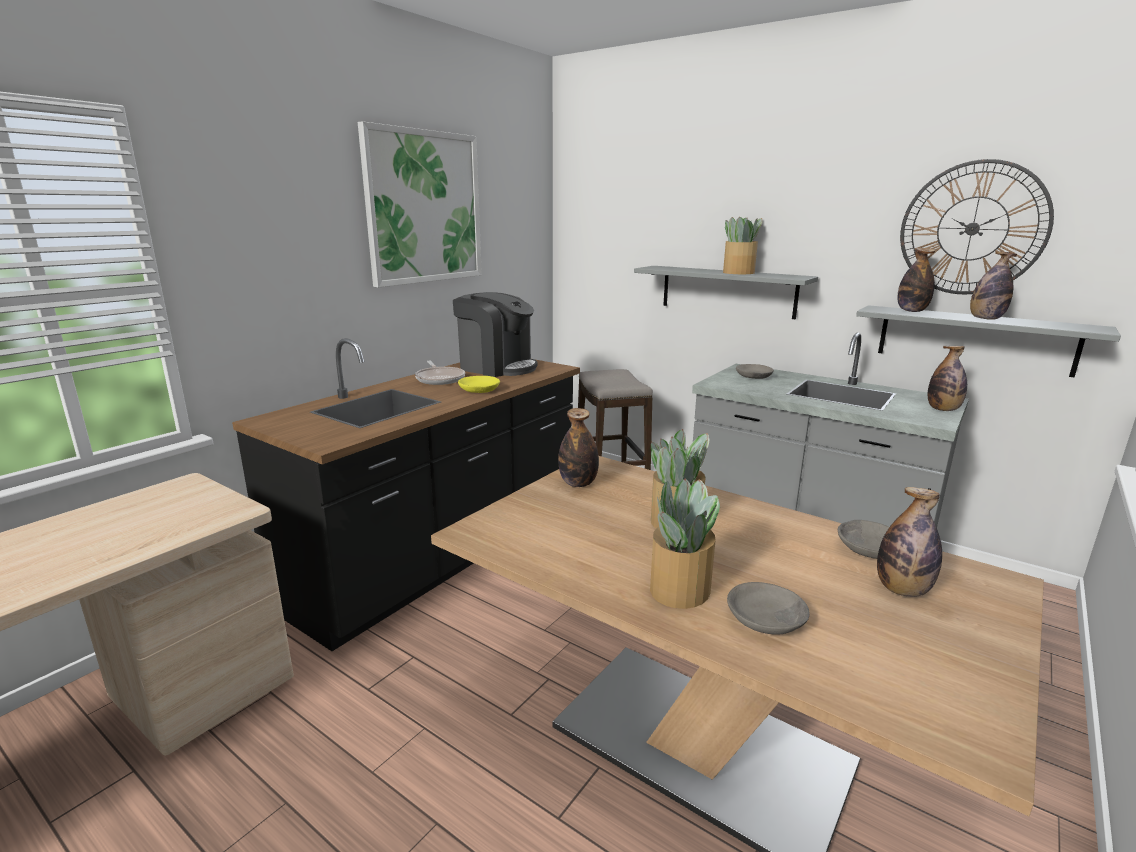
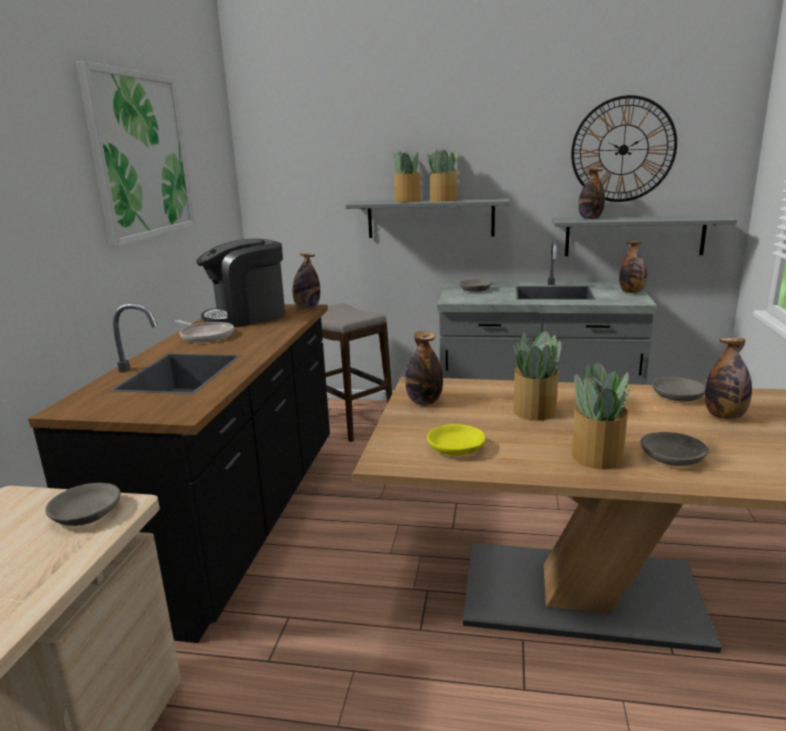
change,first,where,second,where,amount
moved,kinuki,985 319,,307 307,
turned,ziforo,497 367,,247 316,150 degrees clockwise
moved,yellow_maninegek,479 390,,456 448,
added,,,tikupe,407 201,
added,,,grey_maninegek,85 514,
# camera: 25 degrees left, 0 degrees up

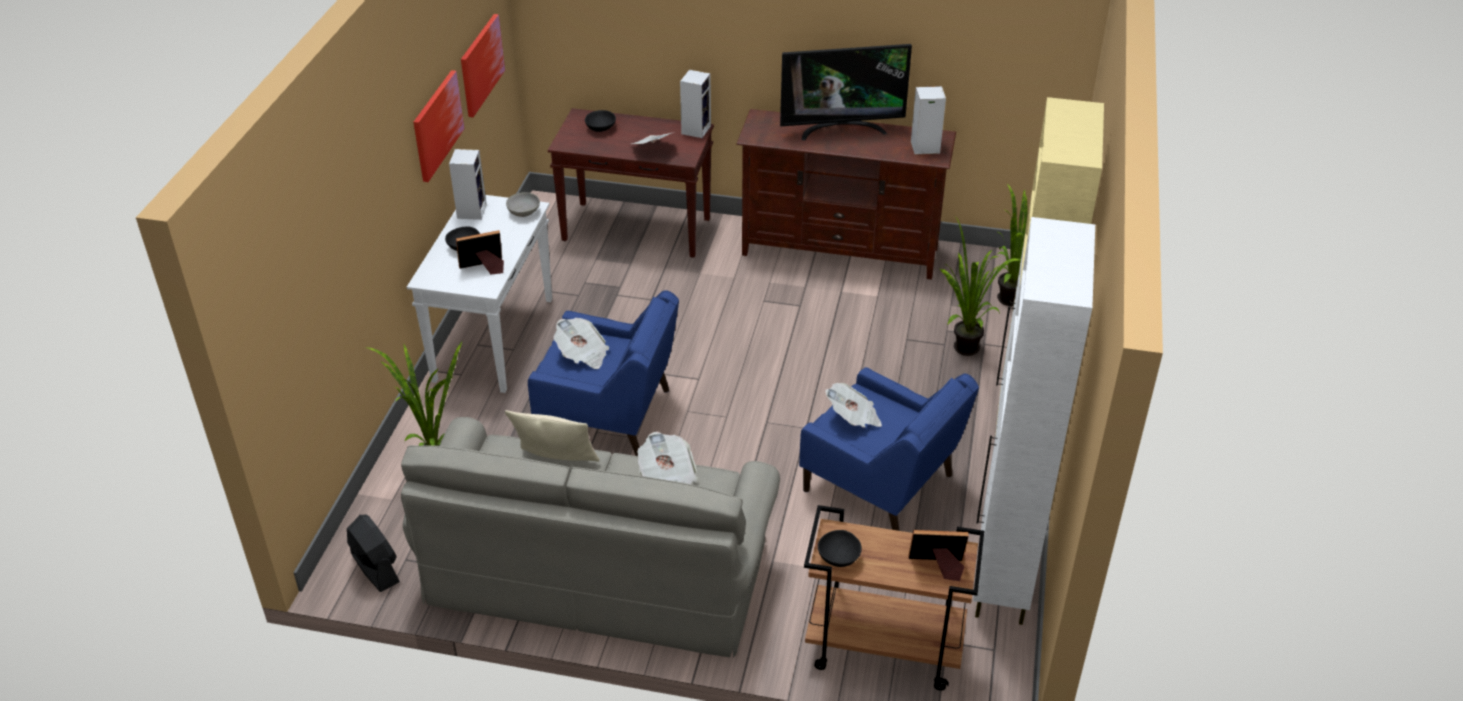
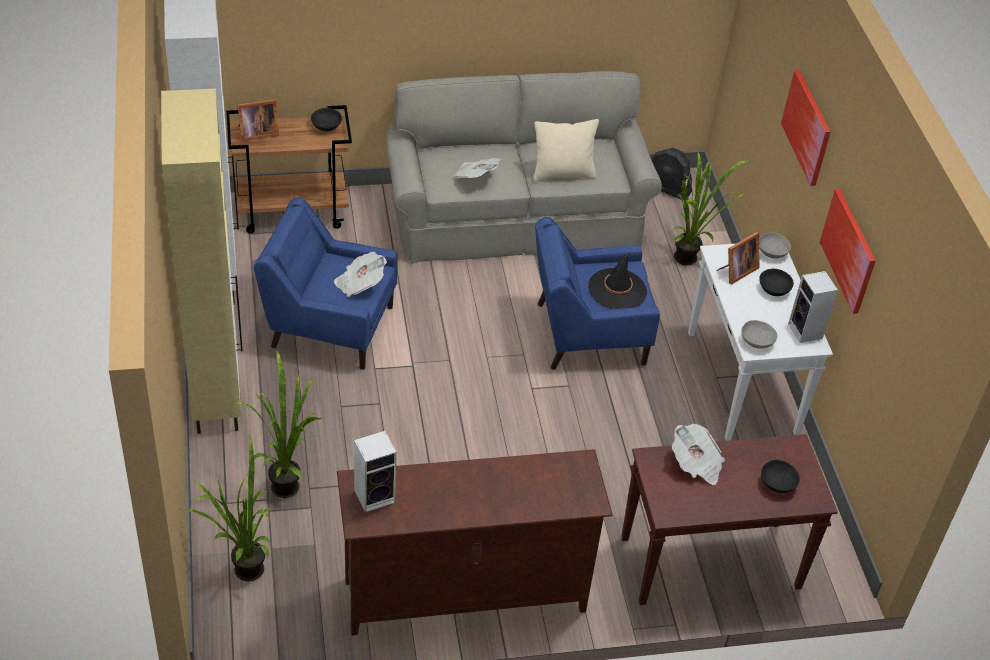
change,first,where,second,where,amount
moved,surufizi,481 64,,807 127,
removed,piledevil,841 129,,,
removed,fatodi,696 129,,,
replaced,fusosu,582 354,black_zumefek,617 289,
added,,,grey_maninegek,771 252,
# camera: 155 degrees right, 5 degrees up

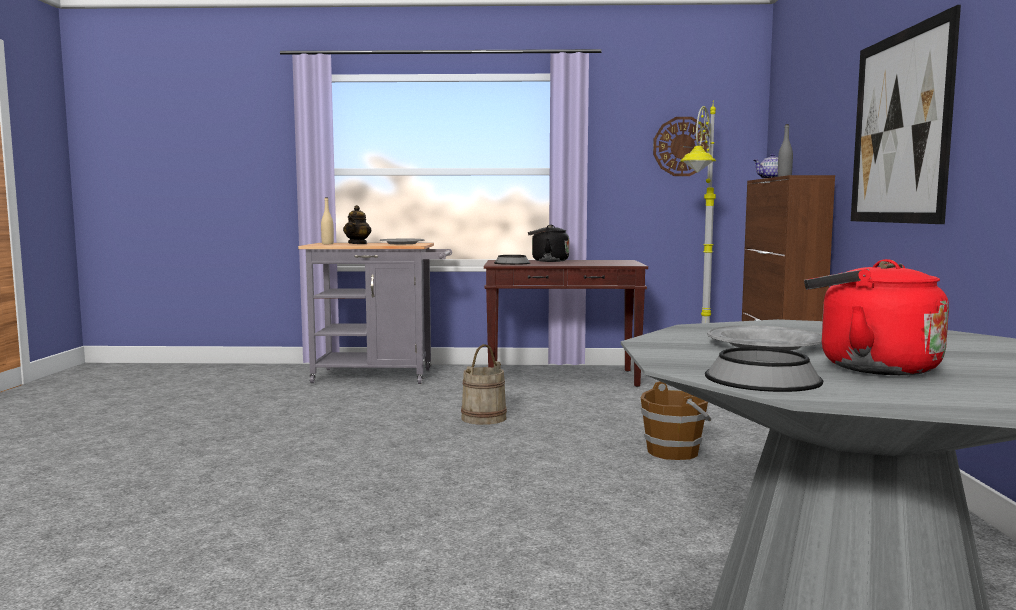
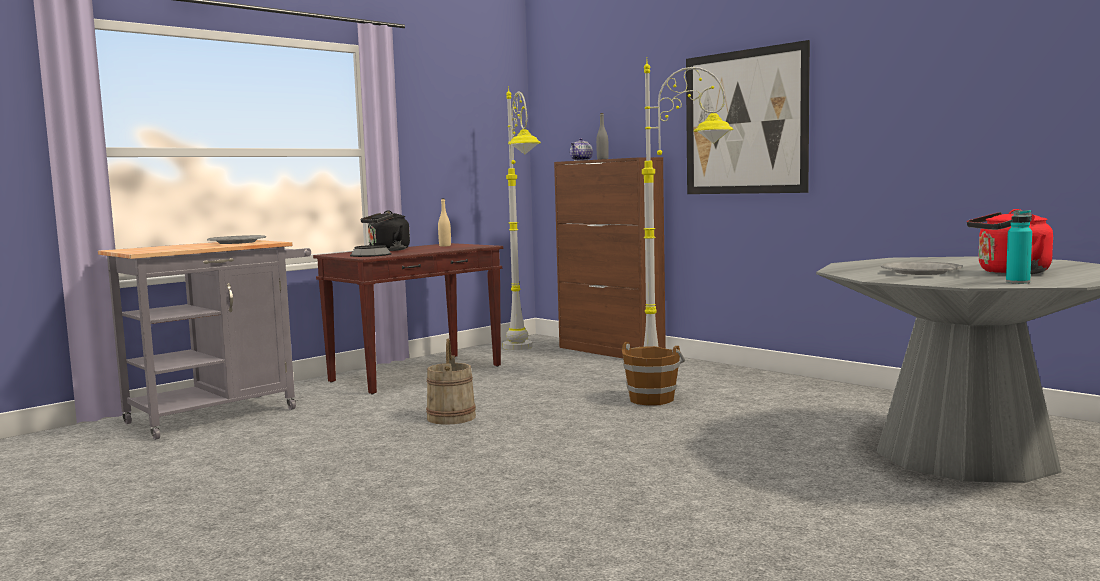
change,first,where,second,where,amount
removed,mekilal,682 146,,,
moved,beige_kinuki,327 244,,445 246,
removed,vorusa,358 244,,,
replaced,maninegek,762 378,turquoise_kinuki,1017 282,
added,,,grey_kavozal,684 383,
# camera: 45 degrees left, 0 degrees up

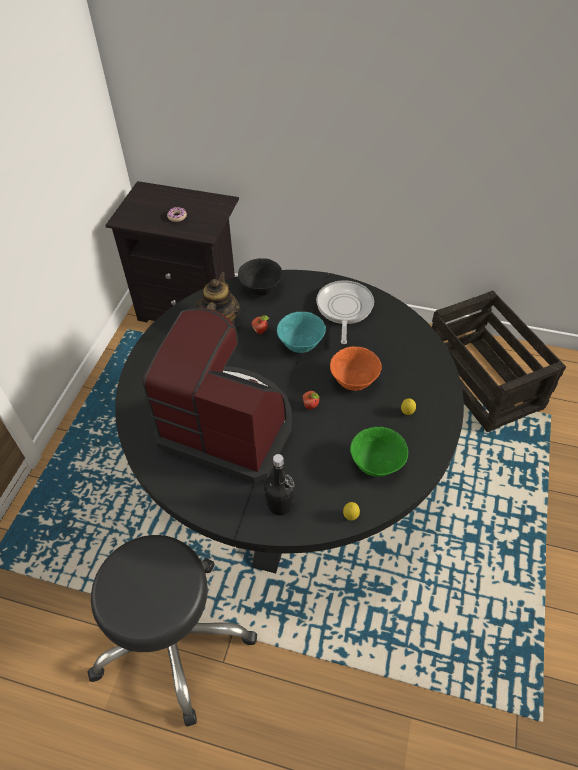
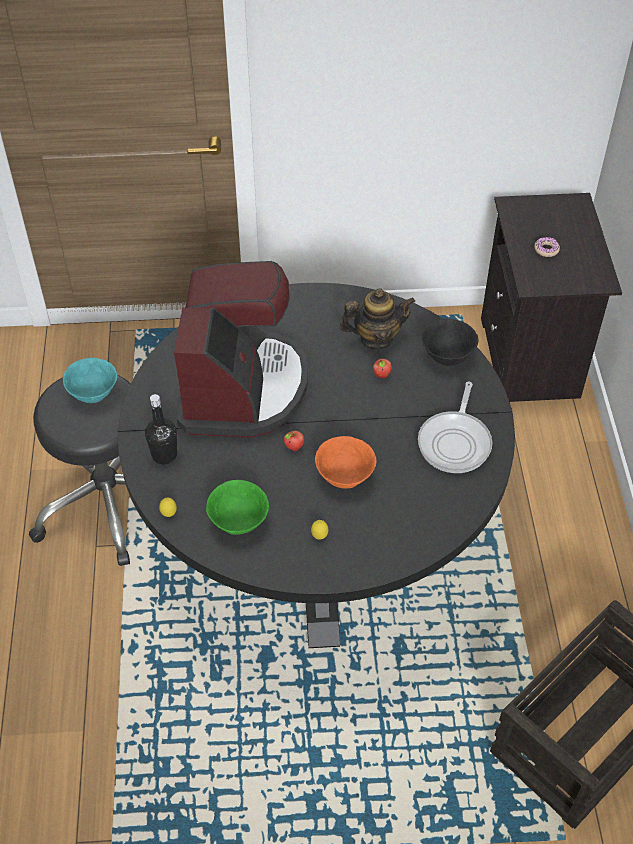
change,first,where,second,where,amount
turned,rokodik,344 309,,455 442,120 degrees clockwise
moved,turquoise_maninegek,301 345,,94 394,
# camera: 70 degrees right, 0 degrees up

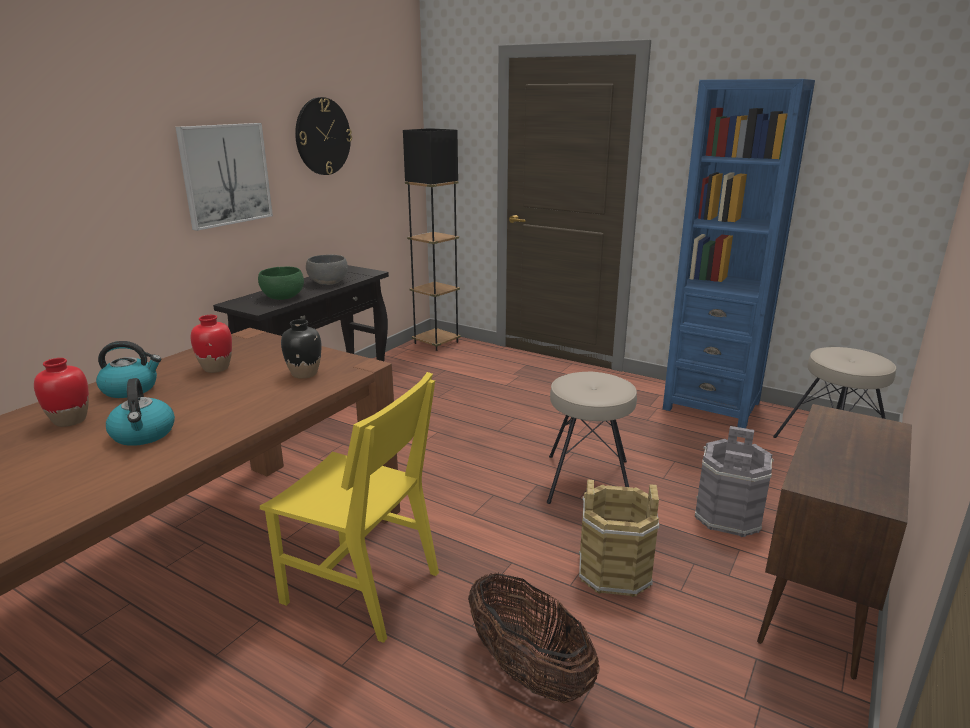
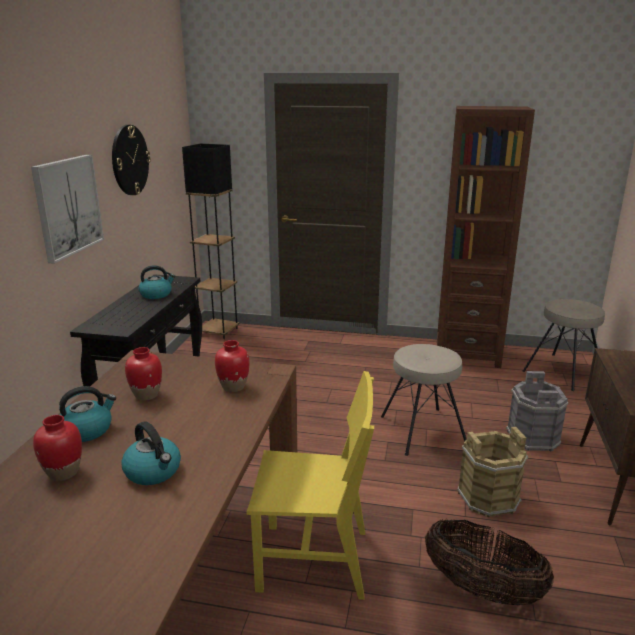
change,first,where,second,where,amount
recoloured,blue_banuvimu,711 405,brown_banuvimu,467 353,
replaced,grey_maninegek,328 282,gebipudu,156 294,
removed,green_maninegek,283 296,,,
recoloured,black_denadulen,304 374,red_denadulen,233 387,
# camera: 20 degrees left, 0 degrees up

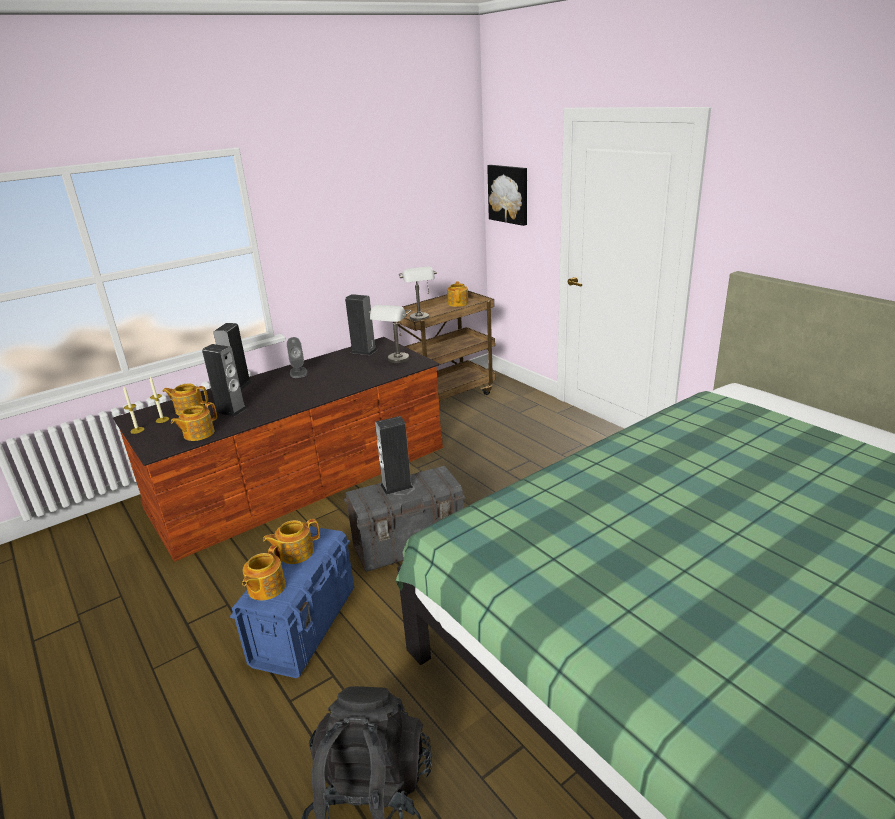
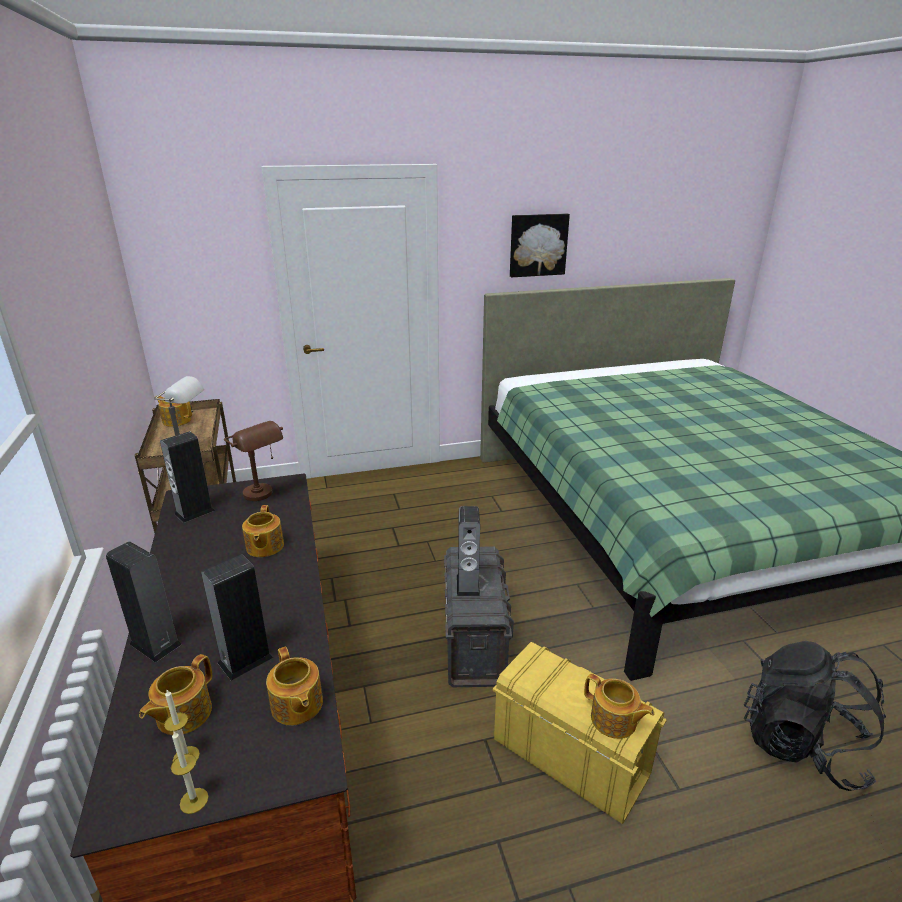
change,first,where,second,where,amount
moved,surufizi,509 194,,537 245,
recoloured,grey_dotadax,395 362,brown_dotadax,264 497,
removed,grey_fatodi,298 372,,,
moved,vorusa,295 552,,264 547,
recoloured,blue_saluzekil,305 626,yellow_saluzekil,569 757,
# camera: 70 degrees left, 0 degrees up

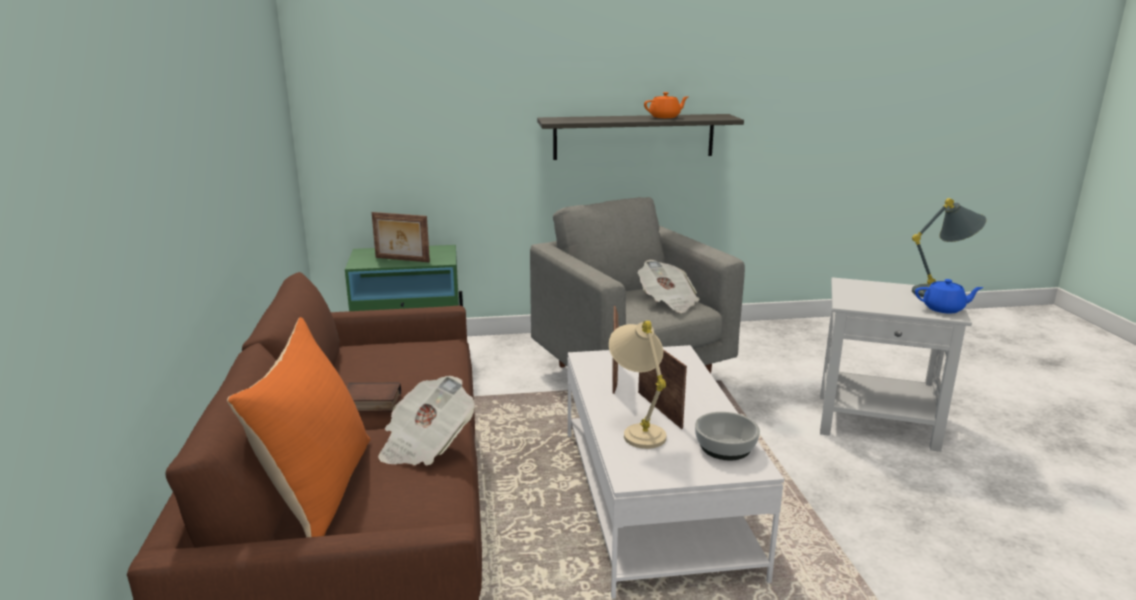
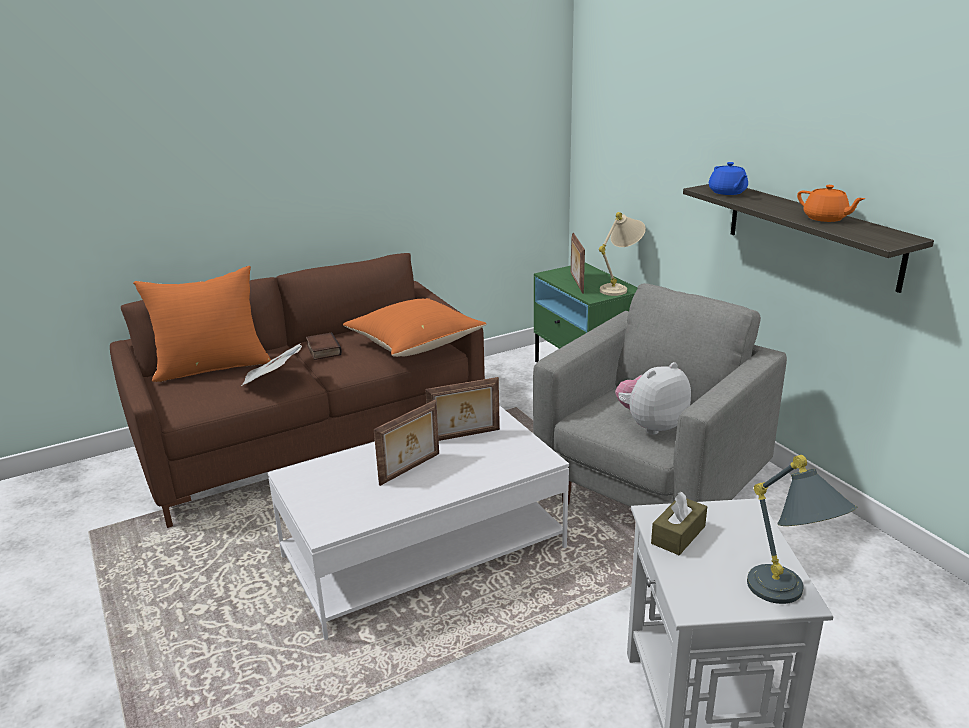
change,first,where,second,where,amount
replaced,fusosu,668 302,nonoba,651 425,
moved,blue_vorusa,944 309,,727 192,
moved,beige_dotadax,638 429,,620 288,
removed,maninegek,726 447,,,
added,,,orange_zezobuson,415 345,
added,,,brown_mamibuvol,678 535,
# camera: 70 degrees right, 5 degrees up

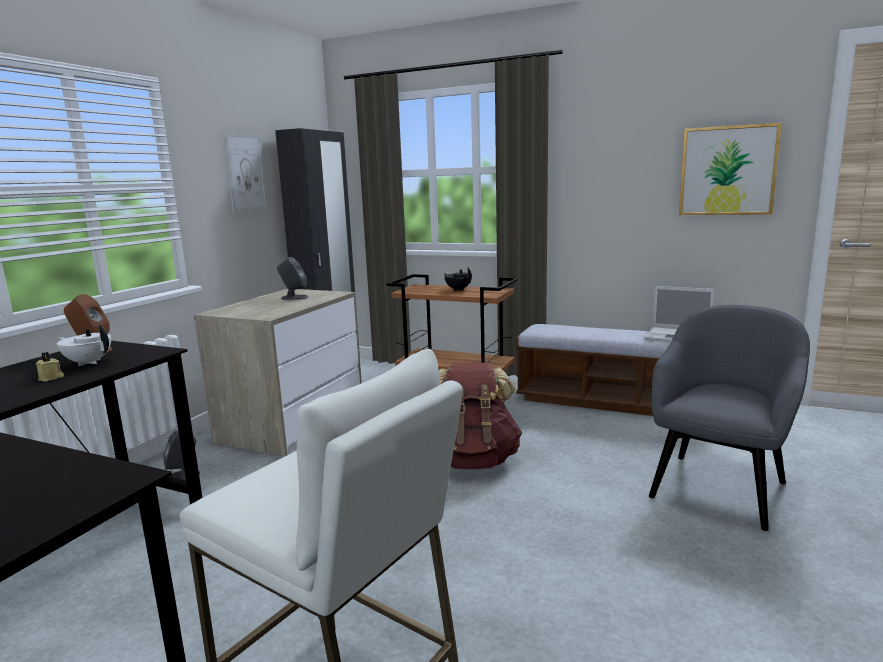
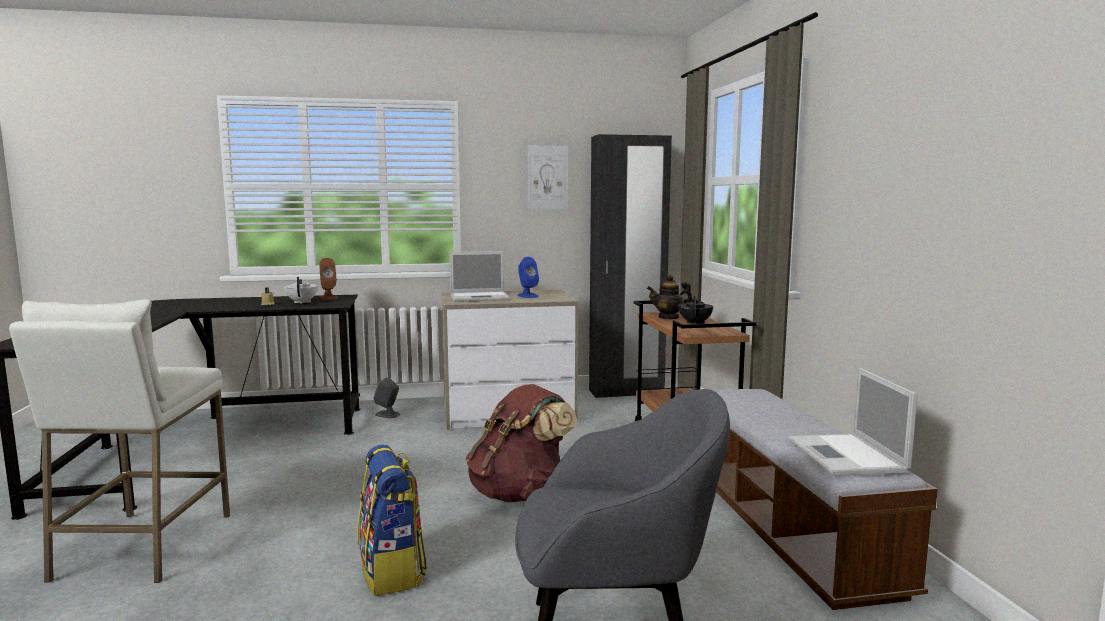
change,first,where,second,where,amount
removed,surufizi,727 171,,,
recoloured,grey_fatodi,294 298,blue_fatodi,527 296,
added,,,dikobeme,481 297,
added,,,vorusa,669 317,
added,,,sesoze,393 571,
# camera: 55 degrees right, 5 degrees down

